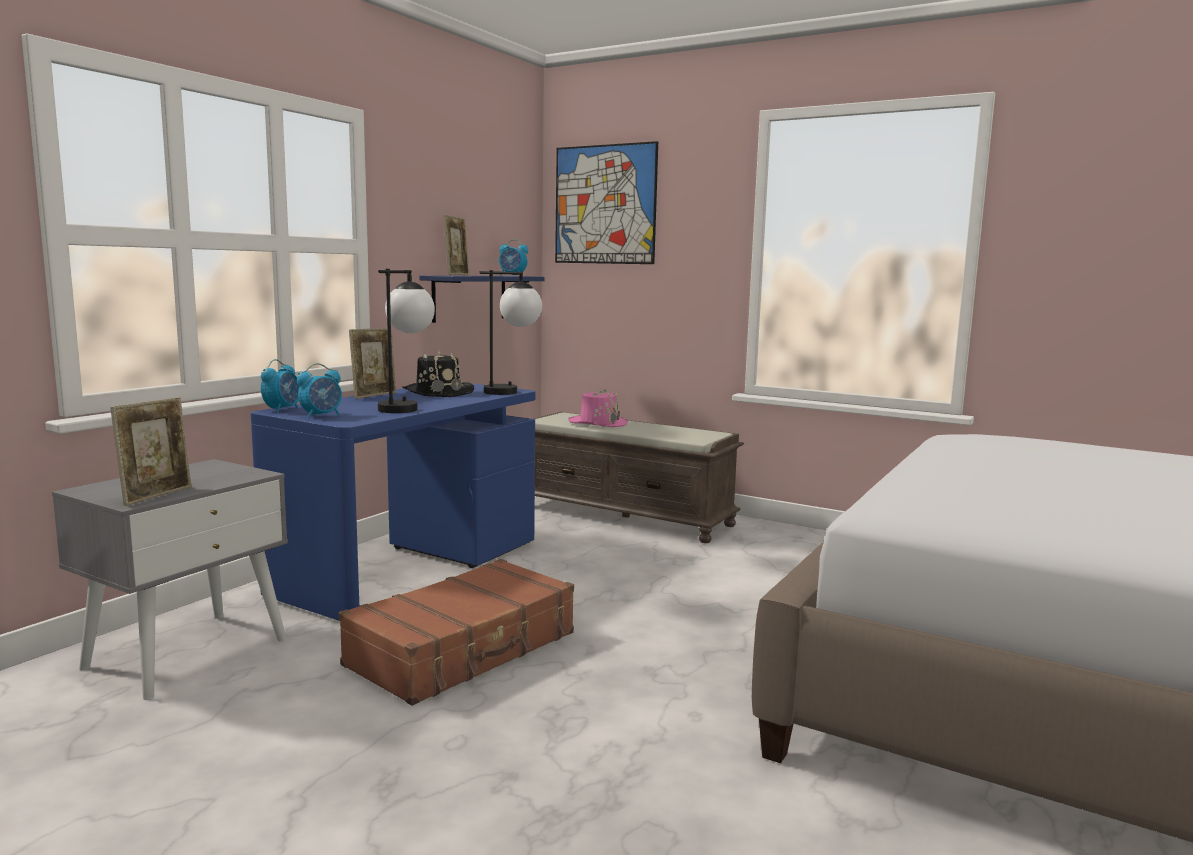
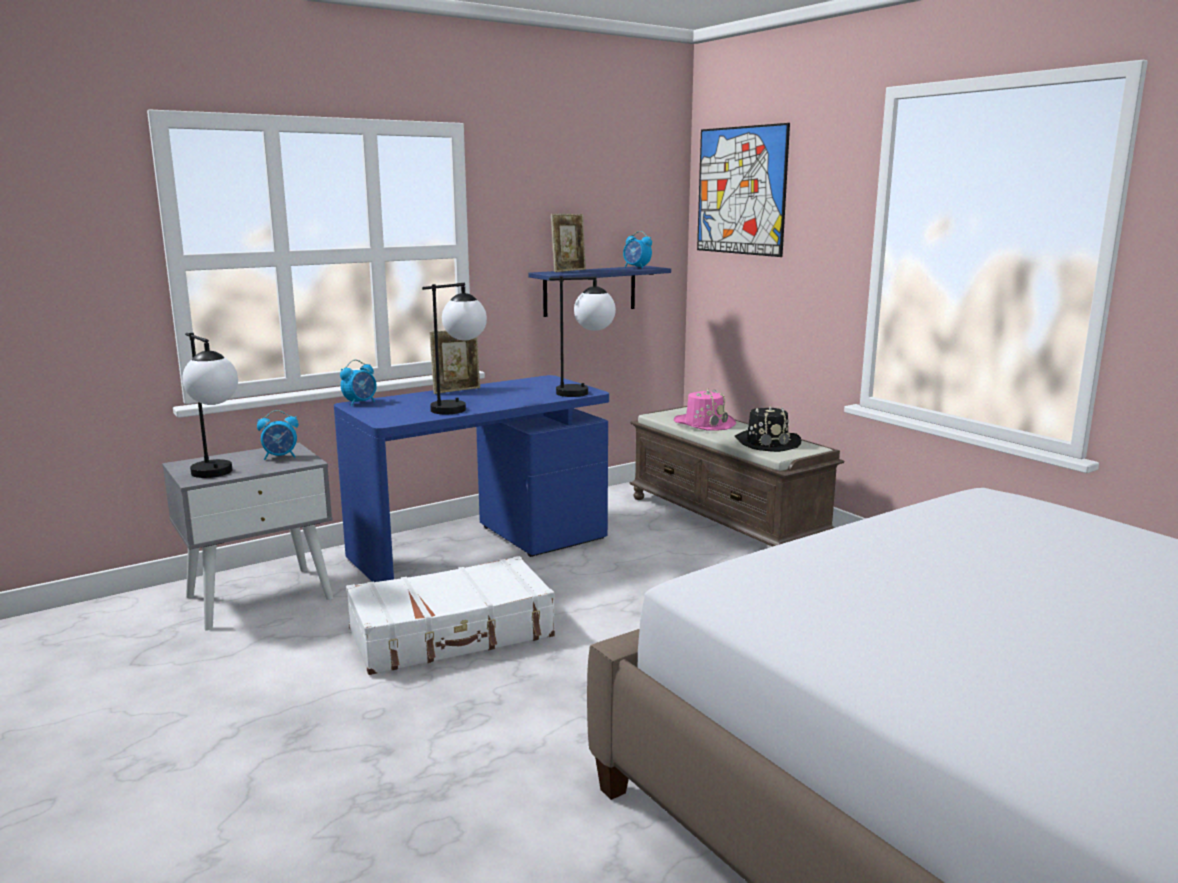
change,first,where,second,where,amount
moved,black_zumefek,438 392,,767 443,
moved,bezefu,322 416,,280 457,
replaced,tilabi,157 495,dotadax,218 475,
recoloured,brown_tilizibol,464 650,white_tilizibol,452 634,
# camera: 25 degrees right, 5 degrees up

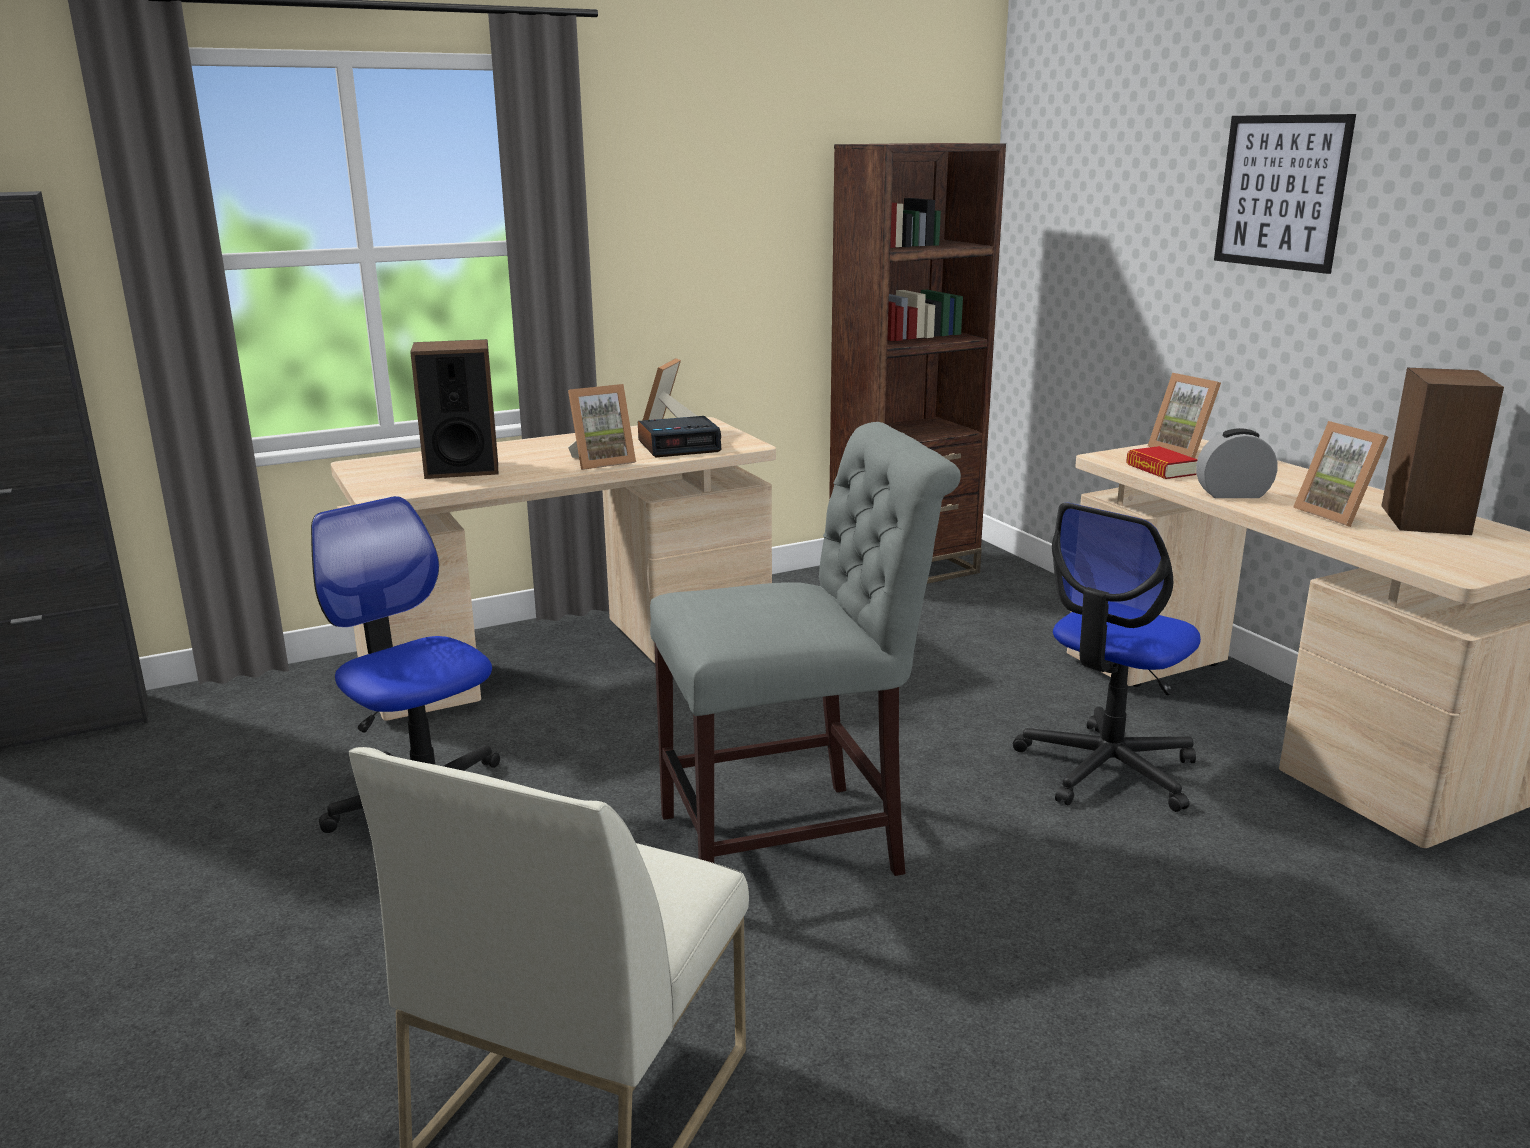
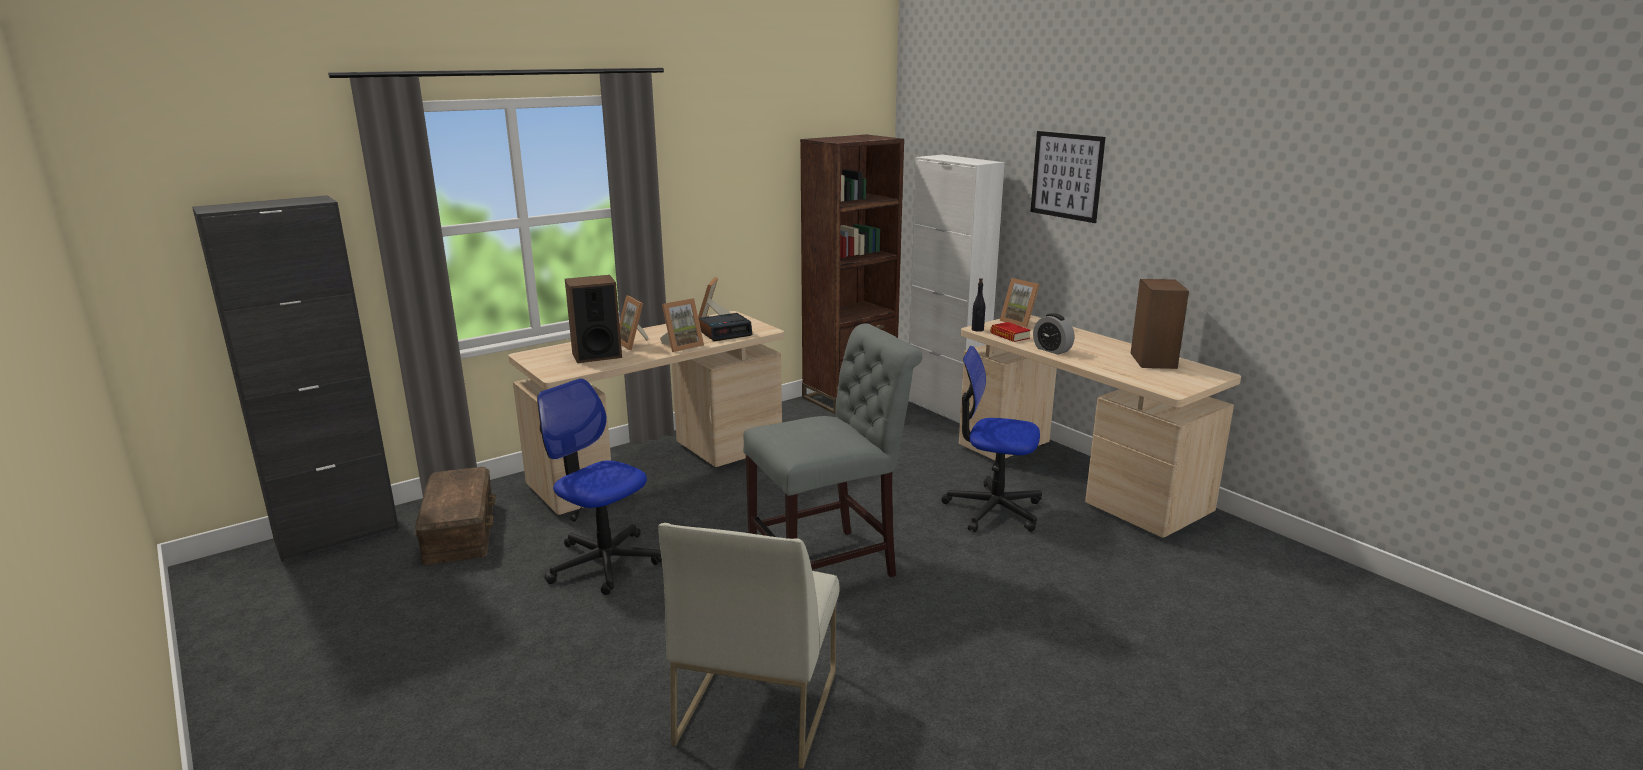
change,first,where,second,where,amount
moved,tilabi,1338 514,,634 343,
turned,bezefu,1232 494,,1052 350,120 degrees counterclockwise
turned,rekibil,1107 769,,993 509,75 degrees clockwise
added,,,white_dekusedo,945 408,
added,,,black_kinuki,977 330,
added,,,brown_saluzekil,458 530,
# camera: 10 degrees left, 0 degrees up

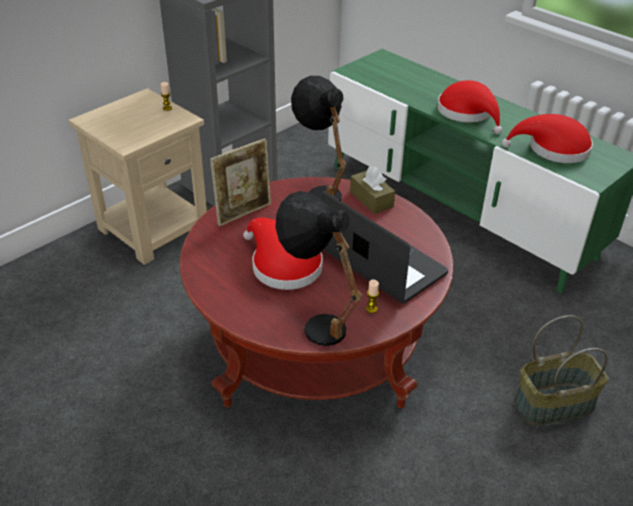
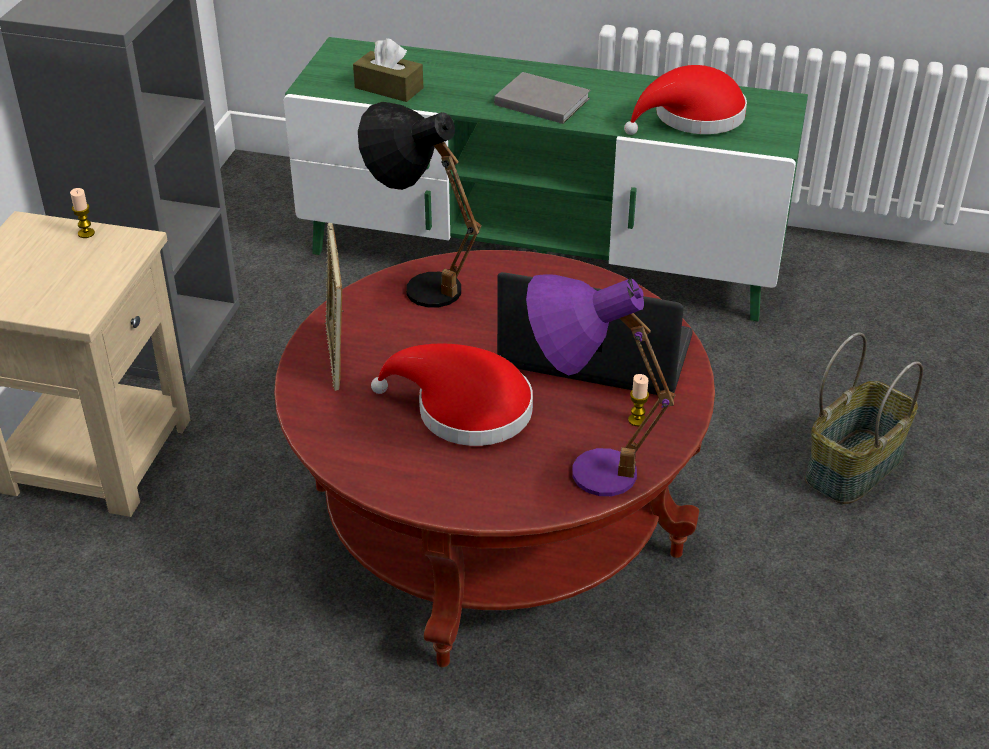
change,first,where,second,where,amount
replaced,red_zumefek,468 113,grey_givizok,540 100,
turned,tilabi,244 213,,337 357,150 degrees clockwise
moved,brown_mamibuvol,371 199,,389 88,
recoloured,black_dotadax,315 321,purple_dotadax,580 467,
# camera: 30 degrees left, 0 degrees up

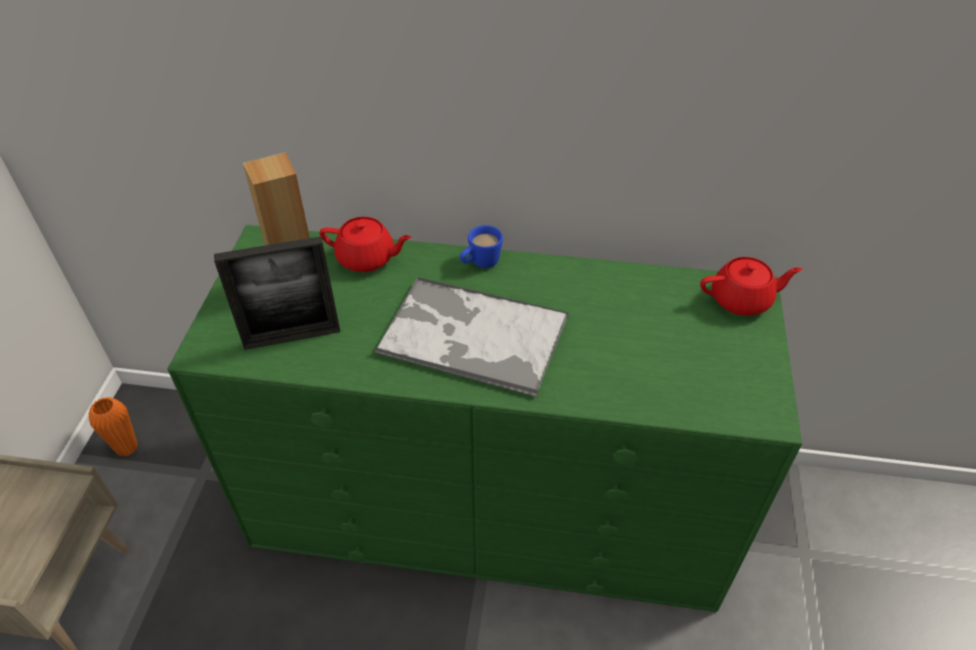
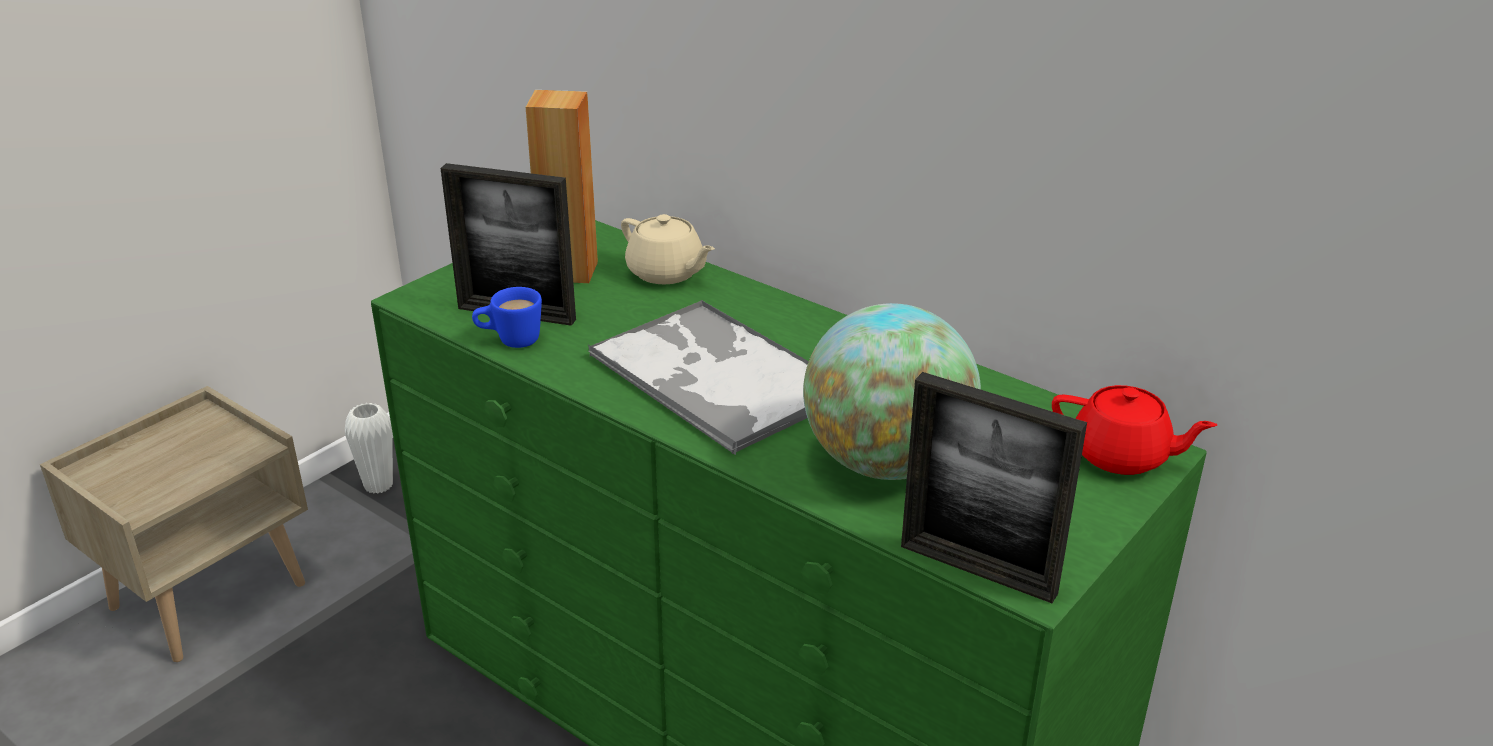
change,first,where,second,where,amount
recoloured,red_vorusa,367 258,beige_vorusa,666 273,
moved,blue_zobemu,480 263,,510 341,
recoloured,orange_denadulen,126 447,white_denadulen,378 485,
added,,,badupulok,885 462,
added,,,tilabi,977 569,
# camera: 30 degrees right, 15 degrees down

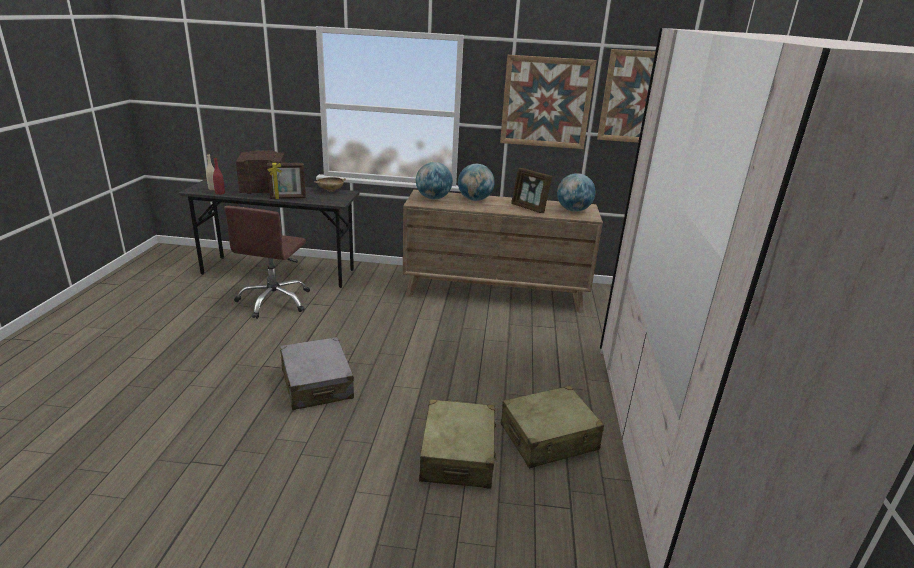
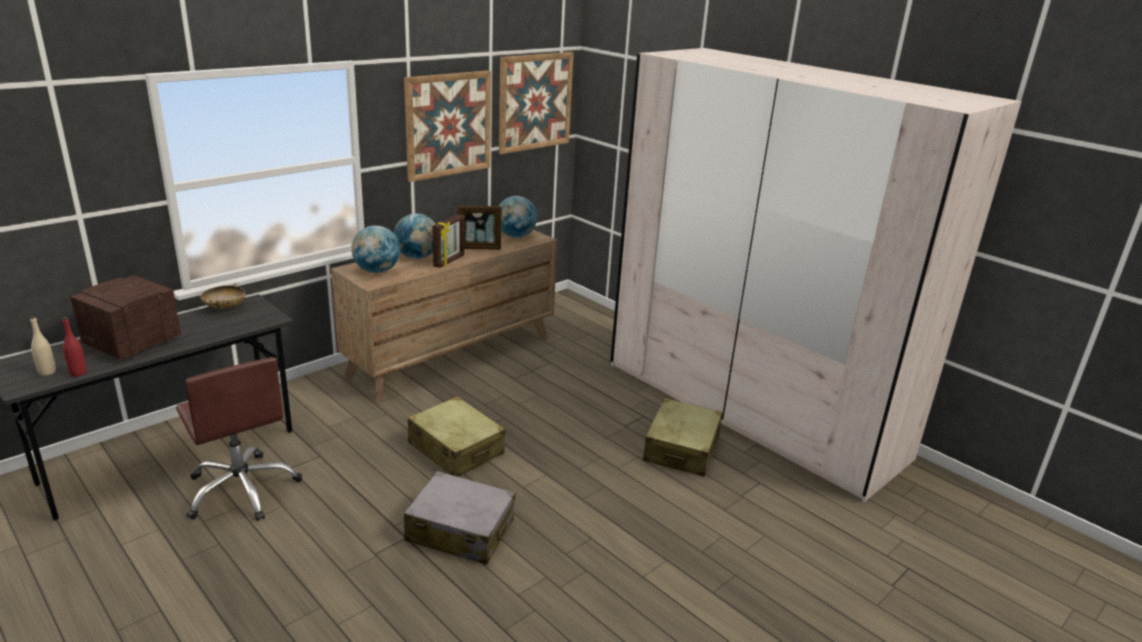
change,first,where,second,where,amount
moved,tilabi,288 198,,449 261,
moved,beige_tilizibol,458 455,,456 449,
# camera: 50 degrees left, 0 degrees up

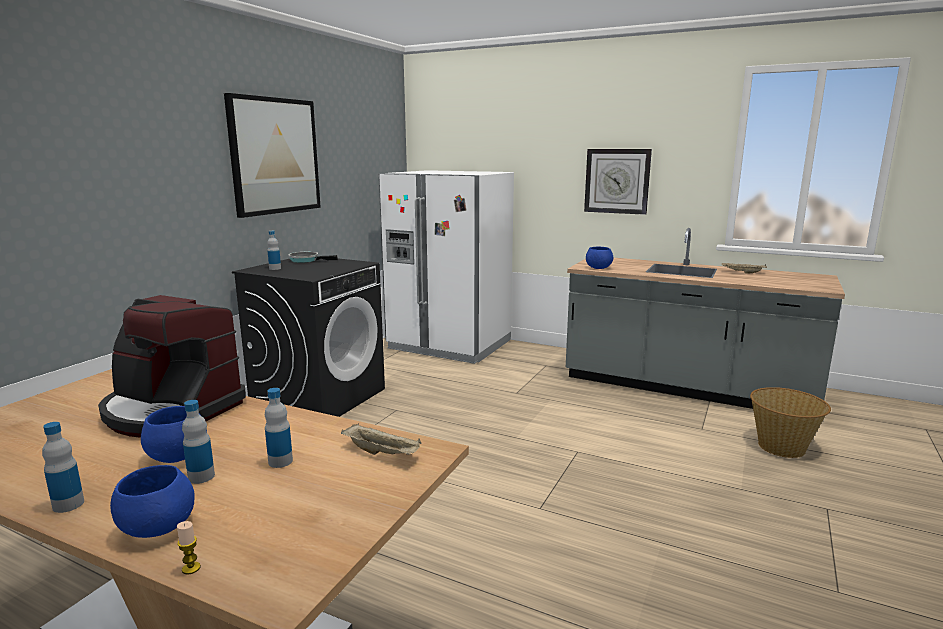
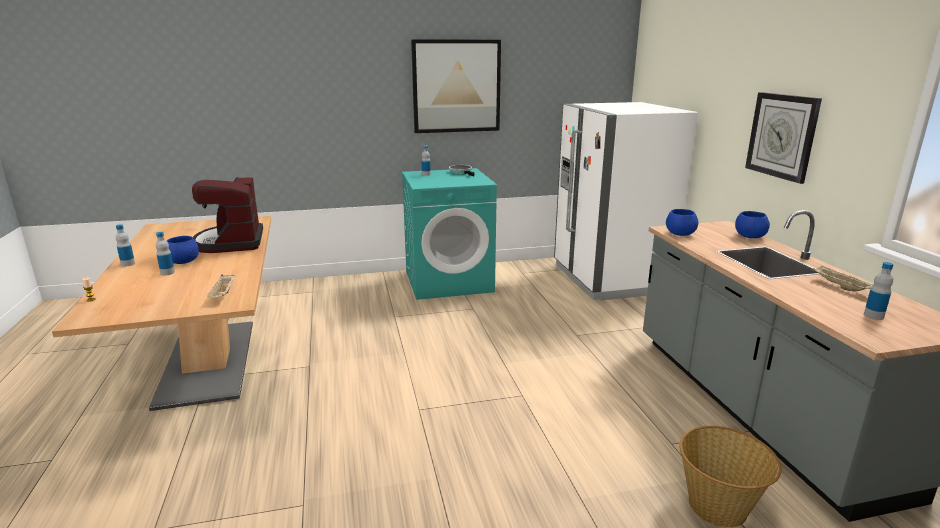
change,first,where,second,where,amount
recoloured,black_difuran,319 397,turquoise_difuran,449 281,
moved,kinuki,280 461,,873 316,
moved,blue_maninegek,157 527,,749 236,
# camera: 50 degrees right, 5 degrees up

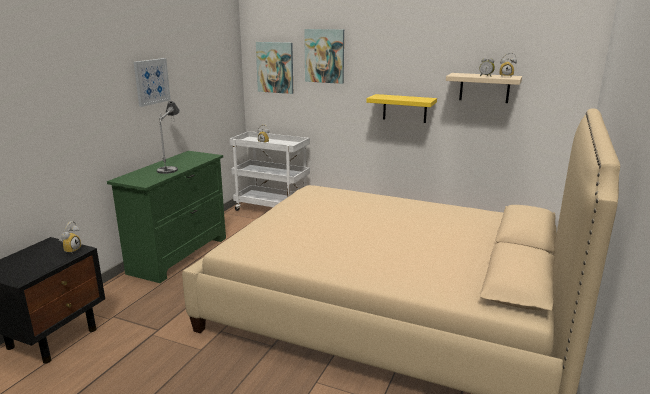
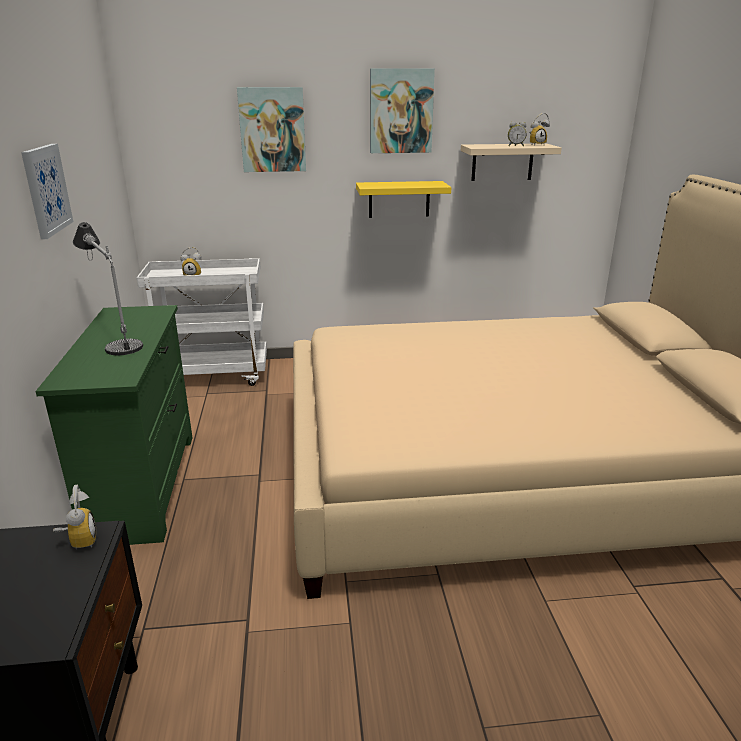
change,first,where,second,where,amount
moved,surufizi,275 67,,401 111,
# camera: 30 degrees left, 5 degrees up

